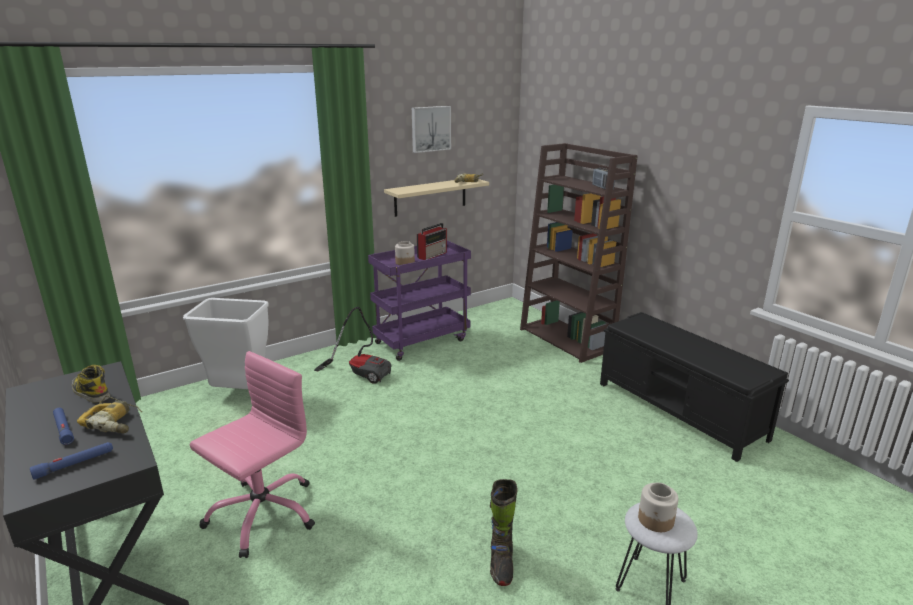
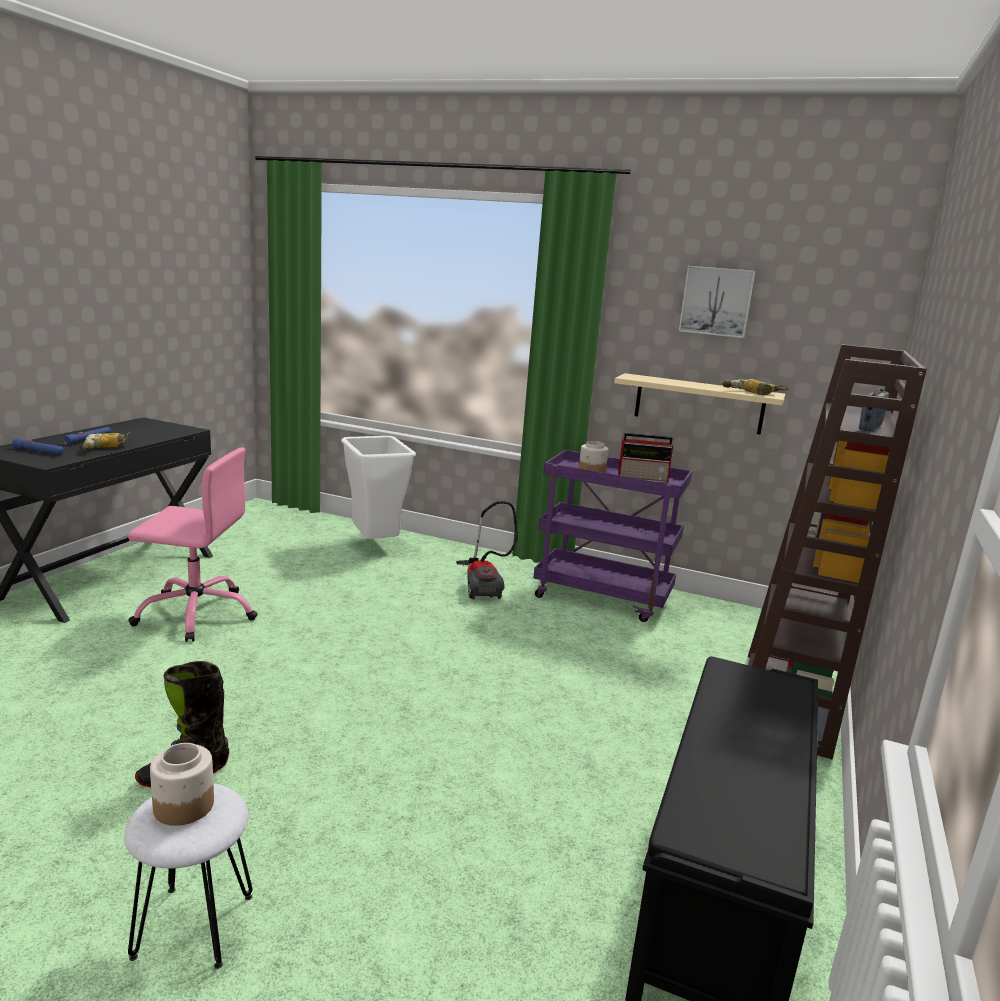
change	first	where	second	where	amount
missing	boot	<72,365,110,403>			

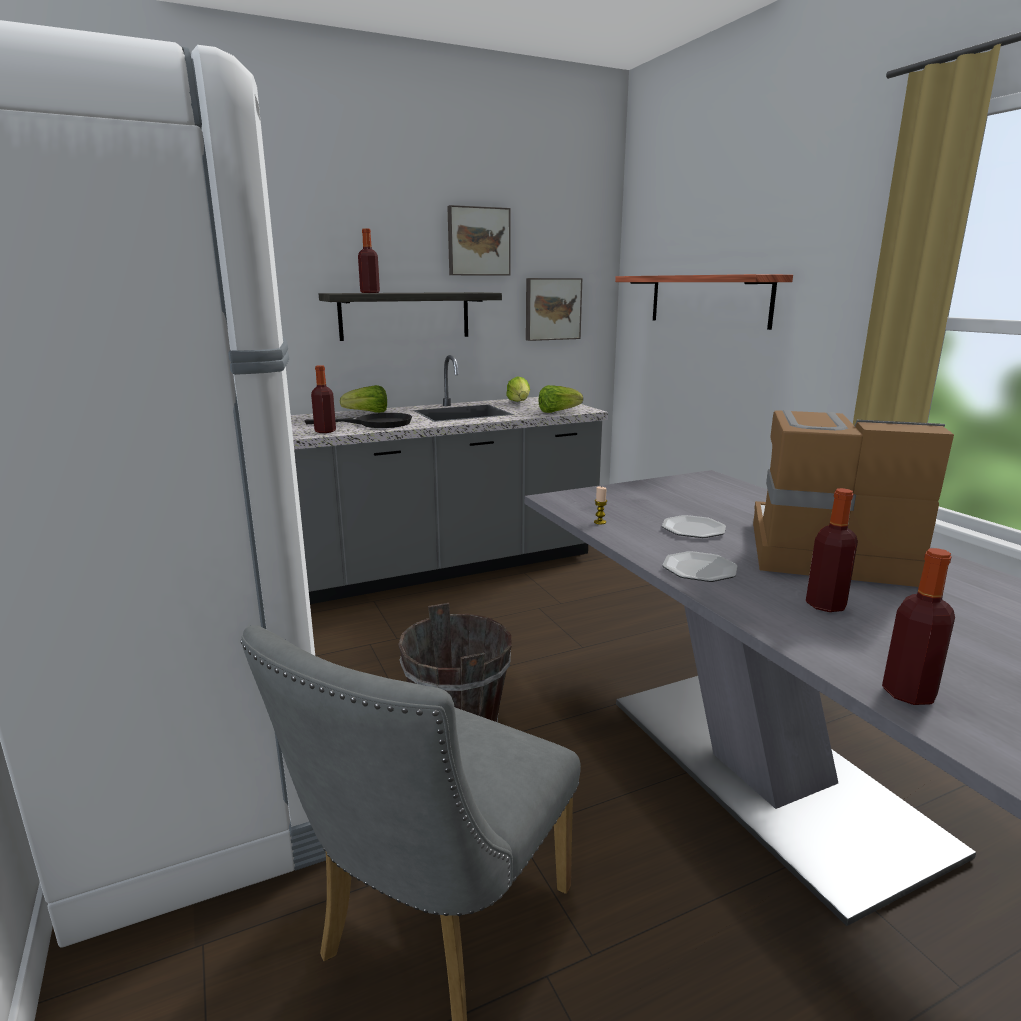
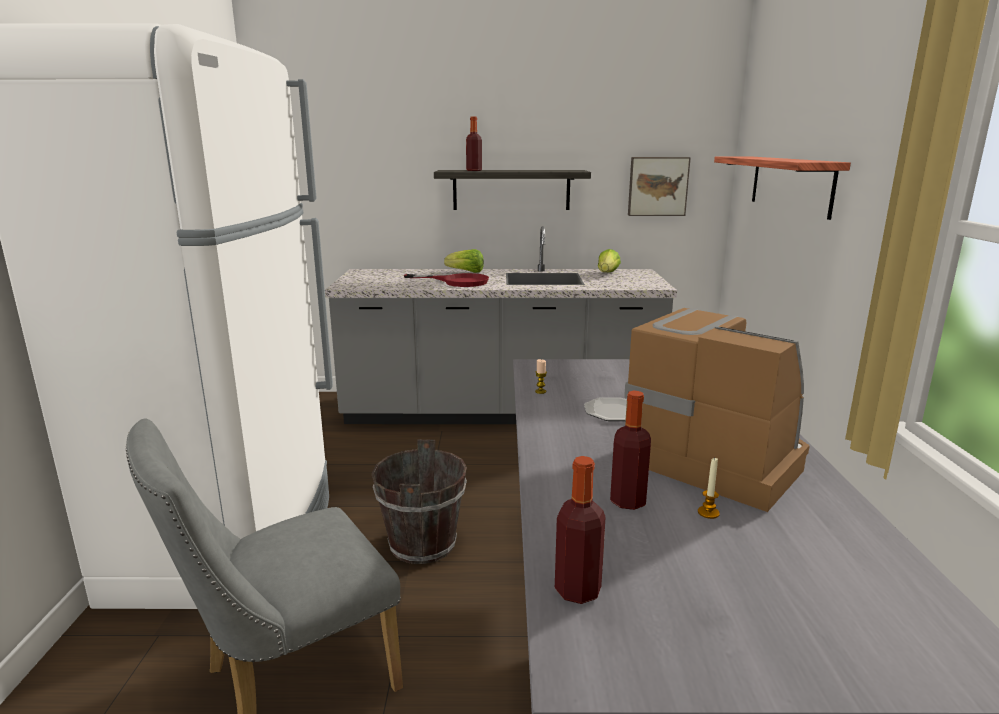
change	first	where	second	where	amount
missing	picture	<447,205,510,276>			
missing	bottle	<311,365,336,433>			
missing	lettuce	<539,385,583,413>			
colour	black frying pan	<304,413,412,428>	red frying pan	<404,273,489,287>	
missing	plate	<662,551,737,582>			
appeared			candle	<698,458,720,519>	

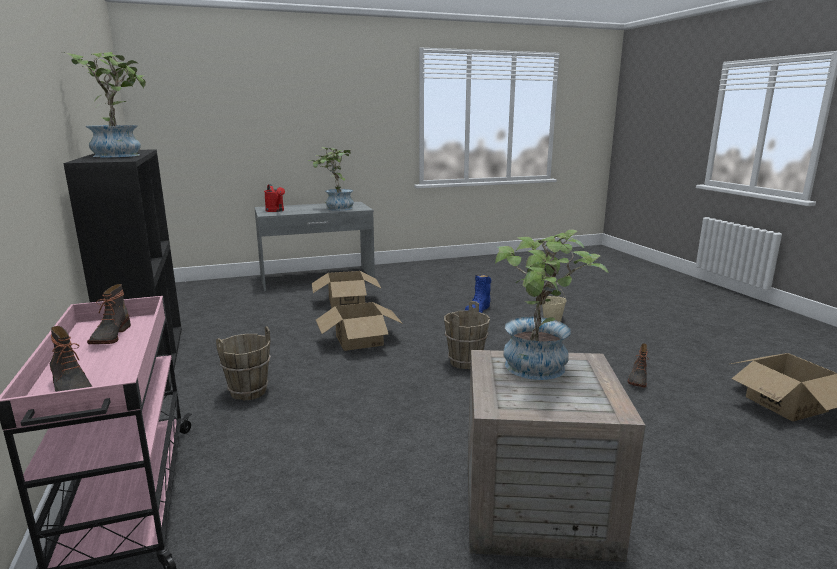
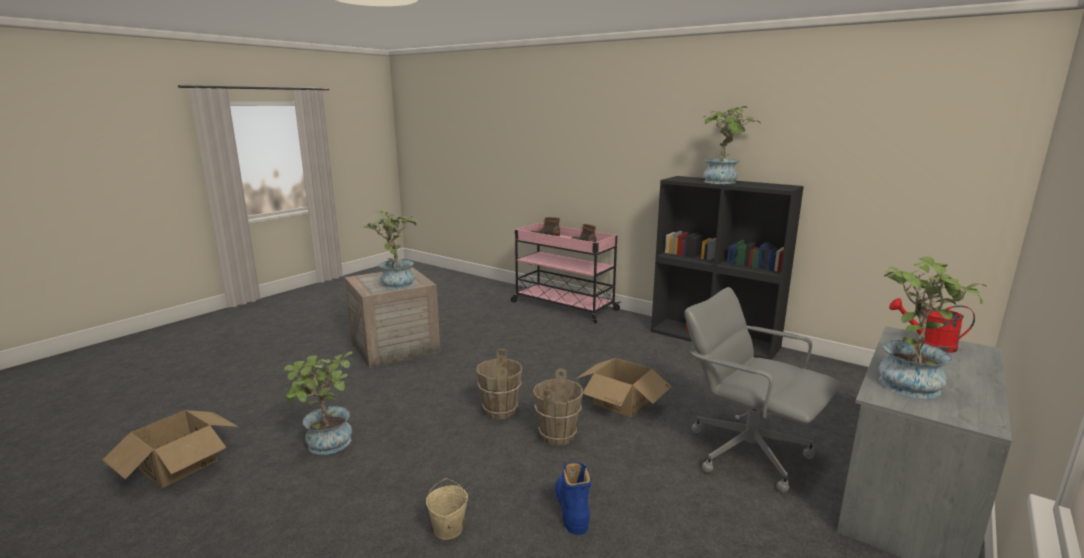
change	first	where	second	where	amount
exchanged	cardboard box	<312,271,382,308>	grey office chair	<684,287,841,493>	
relocated	brown bucket	<216,326,271,401>		<533,368,583,446>	
exchanged	boot	<628,343,649,388>	potted plant	<284,351,352,455>	

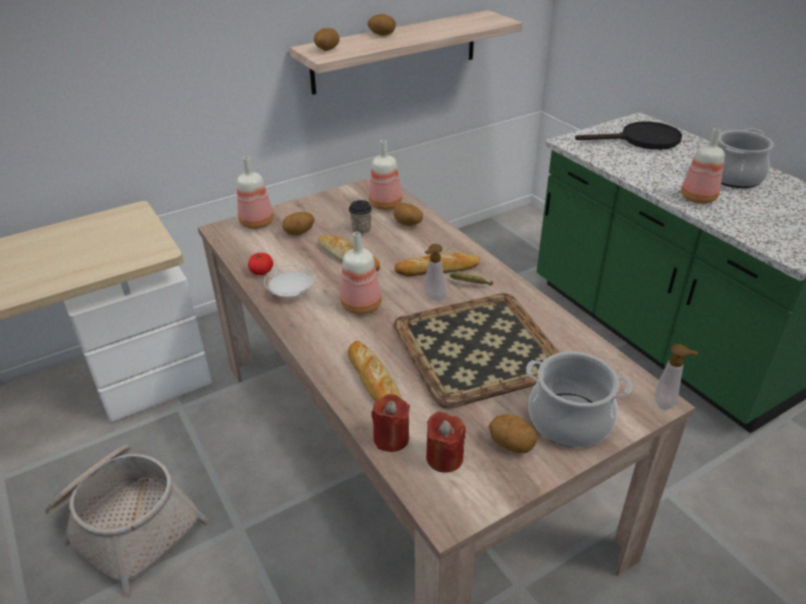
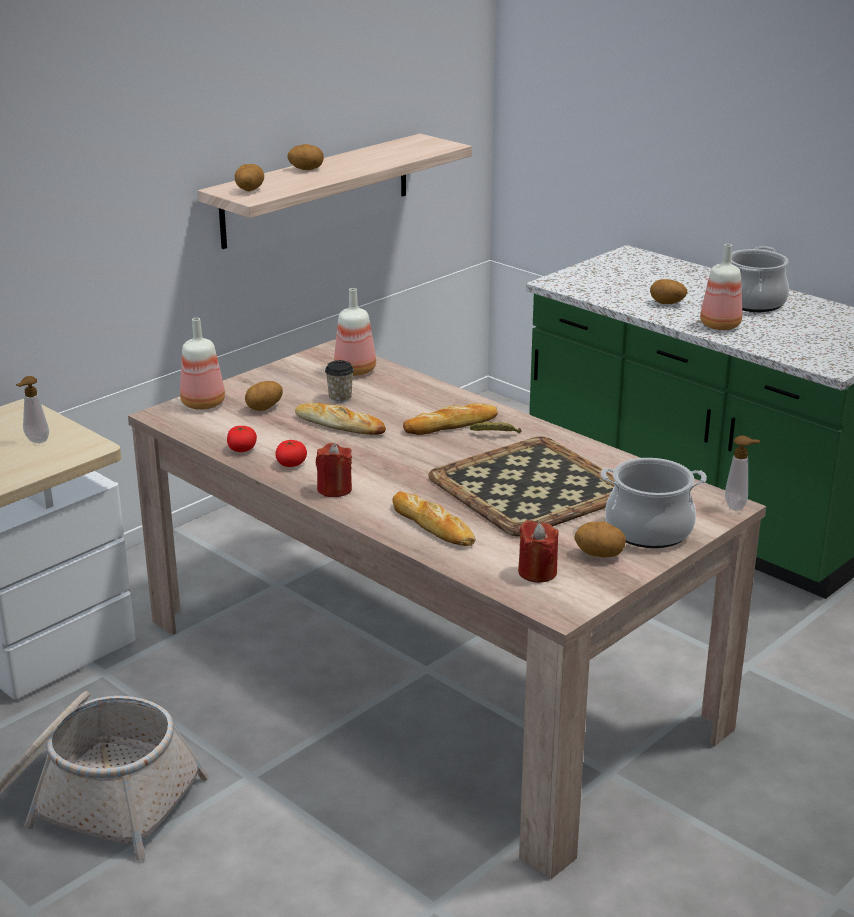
change	first	where	second	where	amount
missing	black frying pan	<575,121,682,150>			
relocated	potato	<394,203,423,226>		<650,279,687,304>	
missing	bottle	<340,232,382,314>			
relocated	soap dispenser	<424,244,446,301>		<16,376,49,443>	
exchanged	white plate	<264,265,315,297>	tomato	<275,440,307,467>	
relocated	red candle	<371,394,410,452>		<316,443,352,497>	

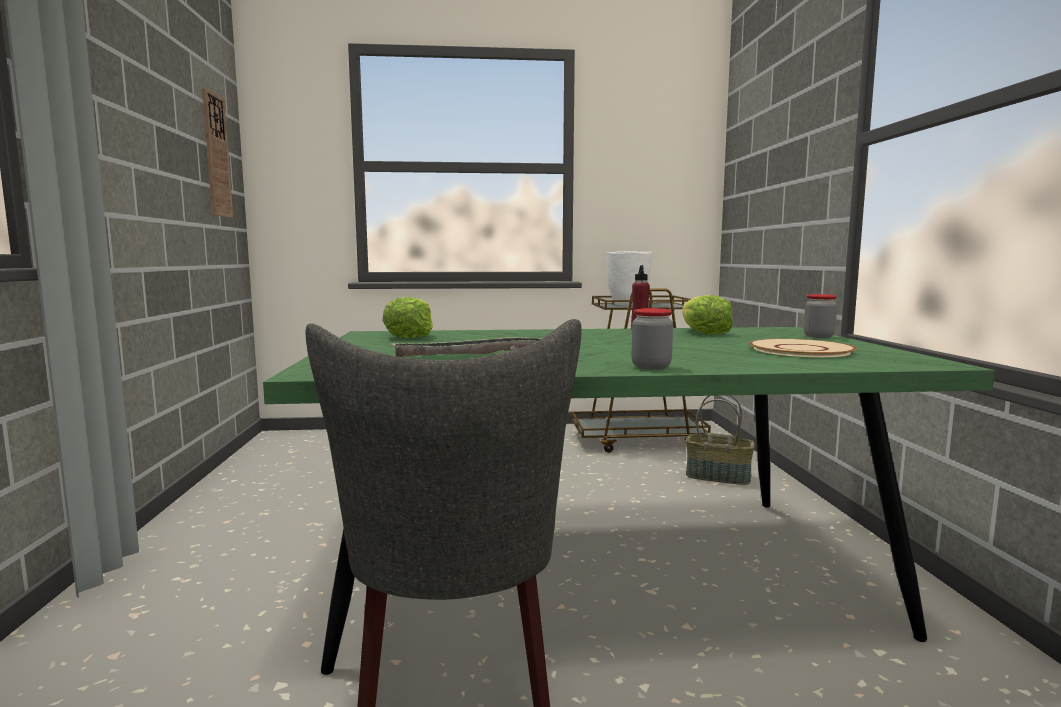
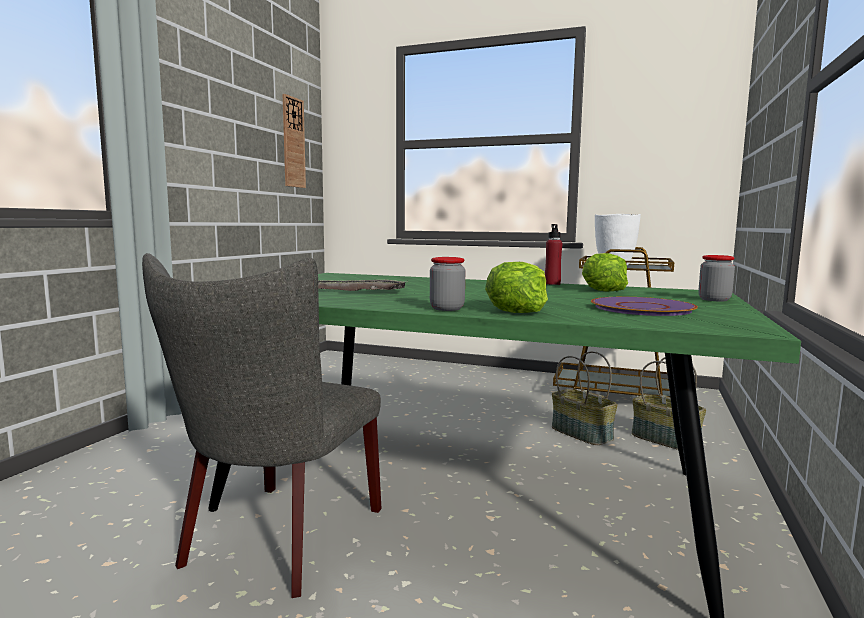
change	first	where	second	where	amount
relocated	lettuce	<382,297,433,338>		<485,262,548,313>	
colour	beige plate	<749,339,857,357>	purple plate	<591,297,698,316>	
appeared			basket	<552,351,618,445>	

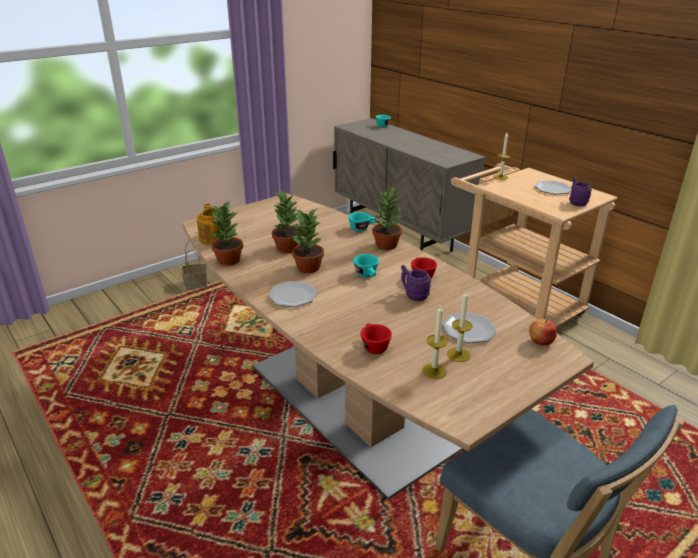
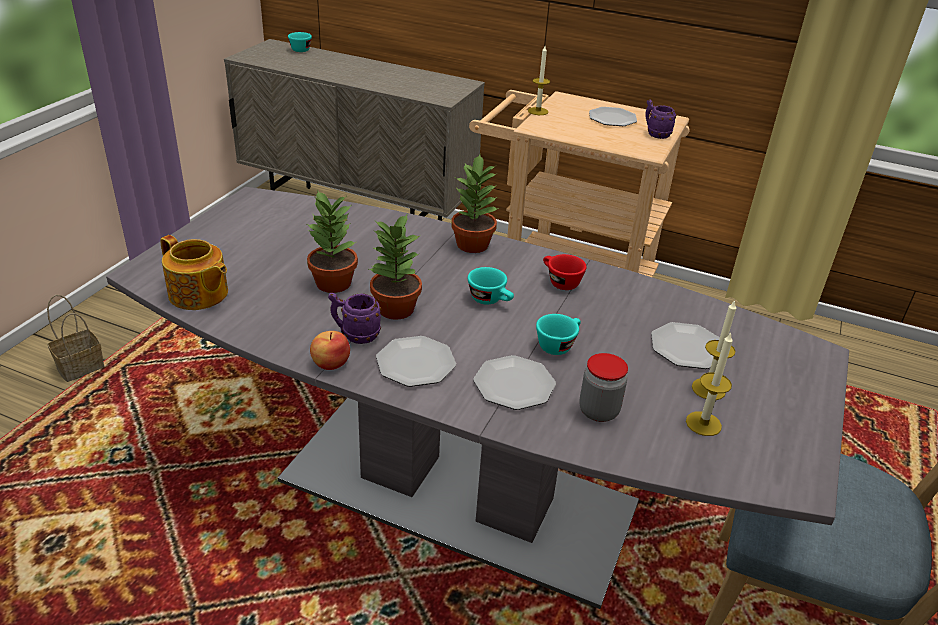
change	first	where	second	where	amount
colour	brown dining table	<182,193,594,500>	grey dining table	<106,187,849,609>	
missing	potted plant	<210,200,243,266>			
relocated	turquoise cup	<348,212,377,232>		<536,314,581,355>	
relocated	purple mug	<401,265,431,301>		<328,293,381,344>	
relocated	apple	<529,319,557,345>		<310,331,350,370>	
exchanged	red cup	<360,324,392,354>	jar	<579,353,628,422>	
appeared			plate	<473,355,556,410>	

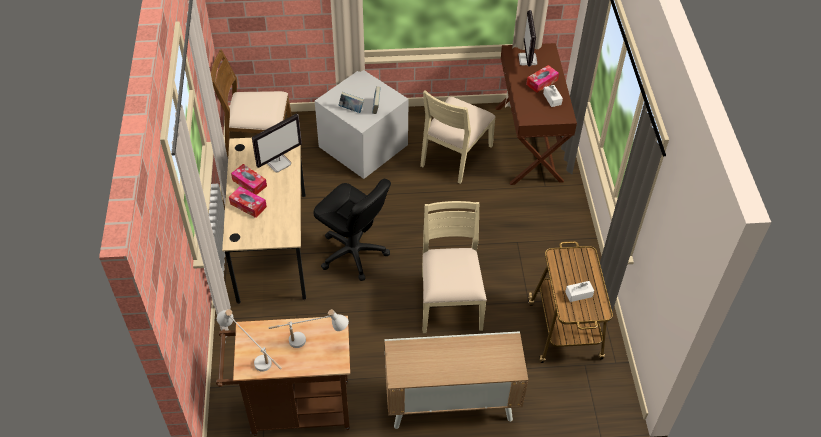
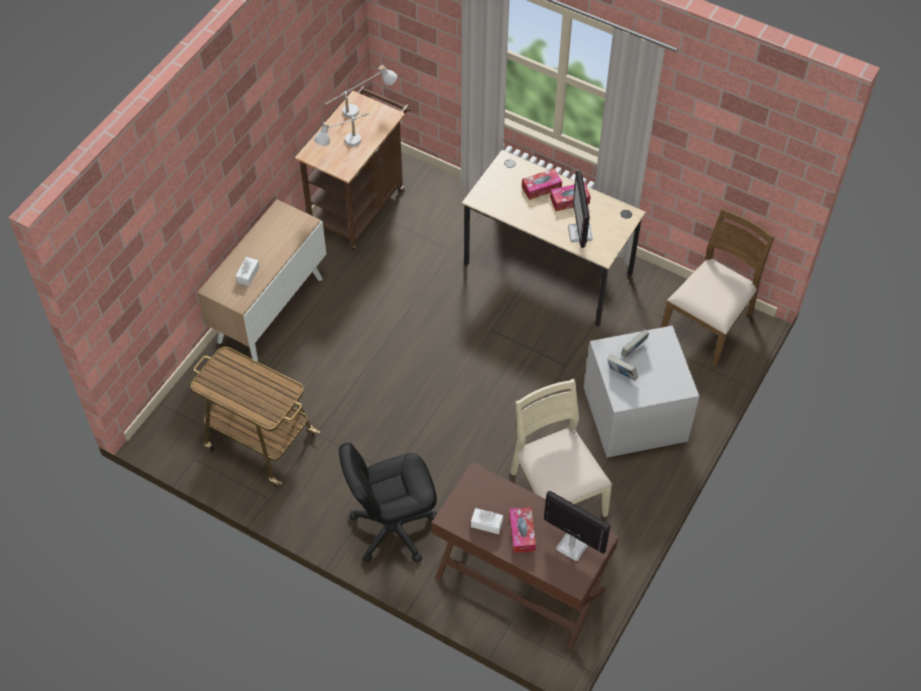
change	first	where	second	where	amount
relocated	black office chair	<313,178,391,281>		<339,443,437,563>	
missing	beige chair	<422,201,487,333>			
relocated	white tissue box	<565,281,594,302>		<236,257,260,286>	

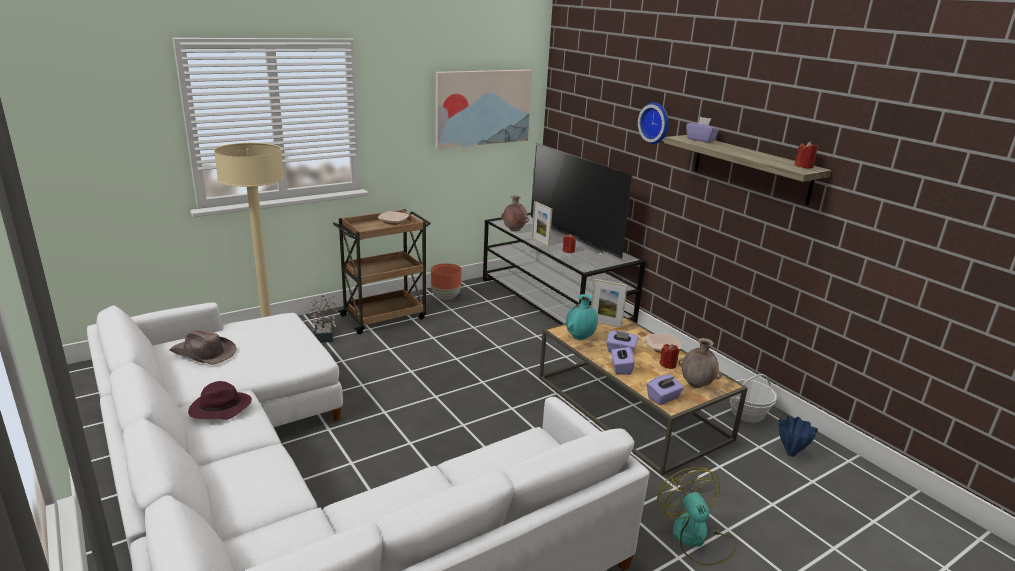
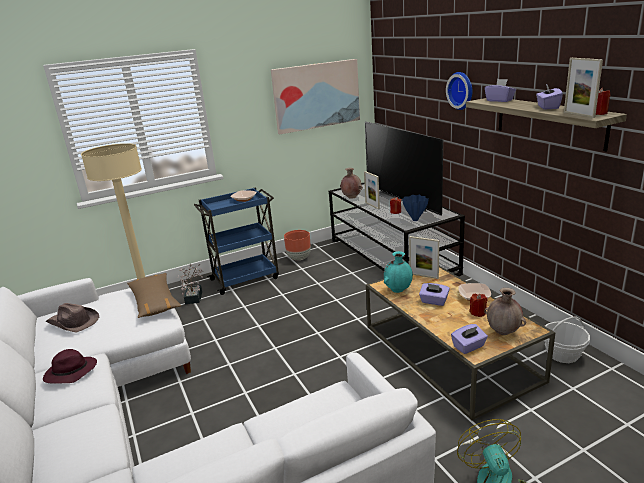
change	first	where	second	where	amount
colour	brown cart	<333,209,431,334>	blue cart	<194,188,279,295>	
relocated	purple tissue box	<611,345,635,375>		<536,84,563,110>	
relocated	blue vase	<778,416,818,457>		<402,195,429,221>	
appeared			picture frame	<564,58,603,118>	
appeared			brown pillow	<127,273,181,318>	

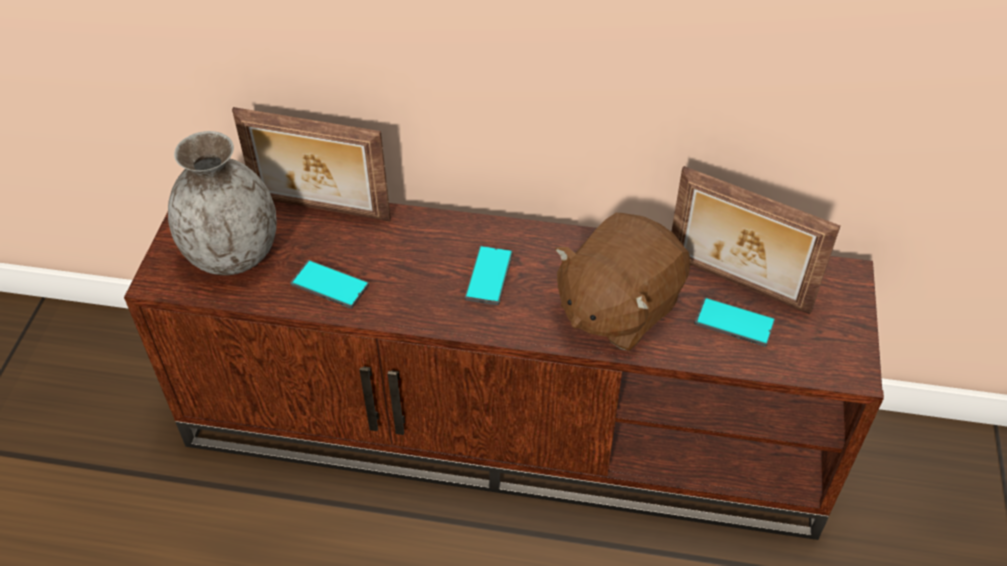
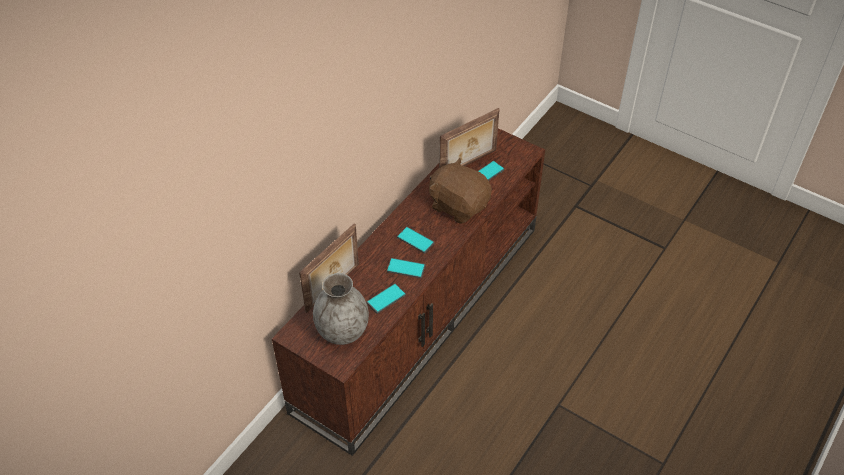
change	first	where	second	where	amount
spun	brown plush toy	<555,213,691,351>		<429,158,492,224>	150 degrees clockwise
appeared			phone	<387,258,426,278>	

